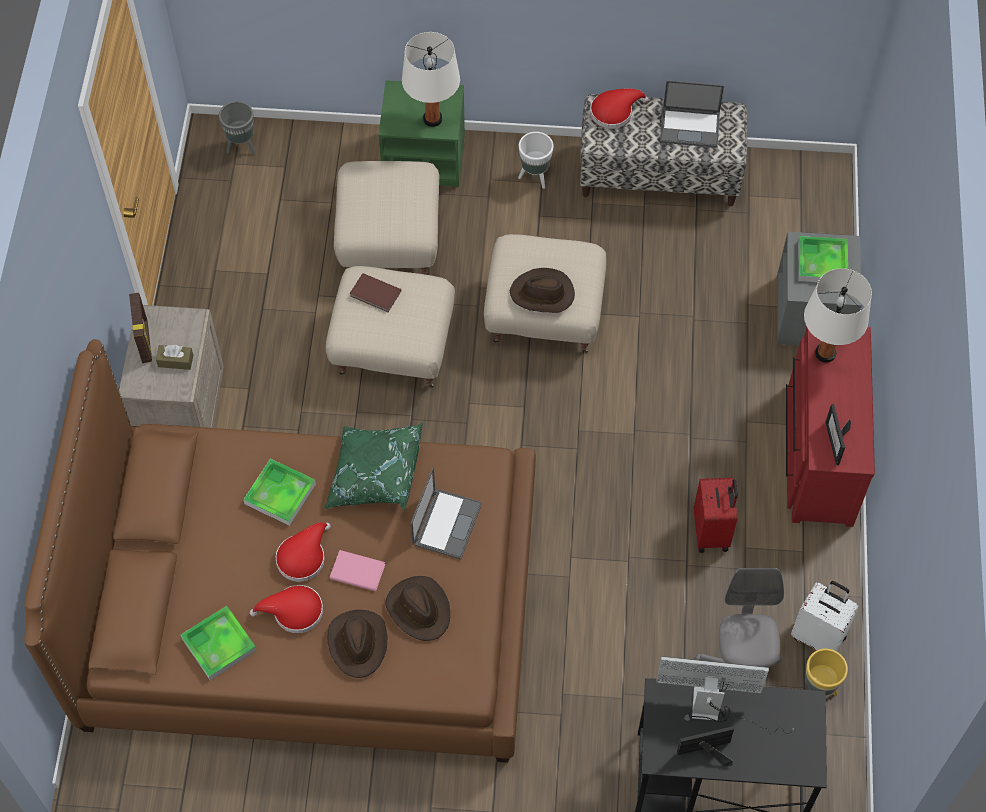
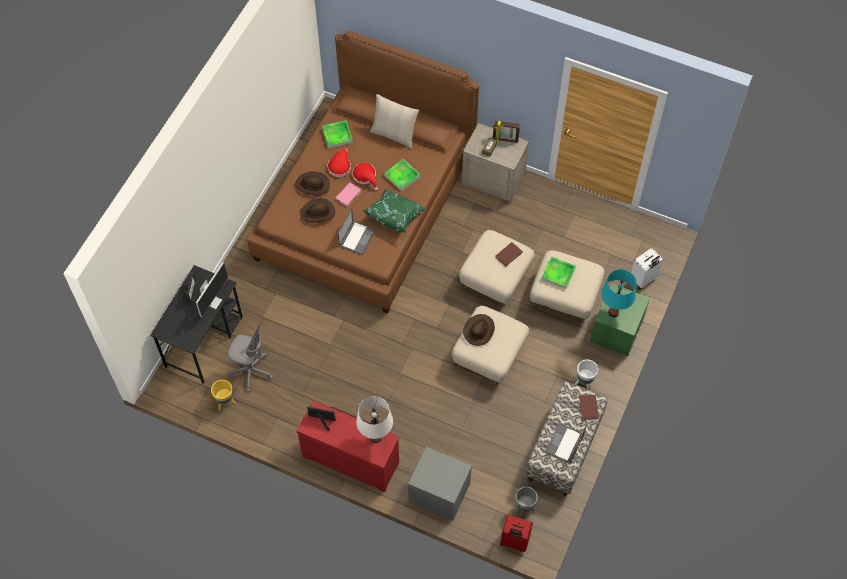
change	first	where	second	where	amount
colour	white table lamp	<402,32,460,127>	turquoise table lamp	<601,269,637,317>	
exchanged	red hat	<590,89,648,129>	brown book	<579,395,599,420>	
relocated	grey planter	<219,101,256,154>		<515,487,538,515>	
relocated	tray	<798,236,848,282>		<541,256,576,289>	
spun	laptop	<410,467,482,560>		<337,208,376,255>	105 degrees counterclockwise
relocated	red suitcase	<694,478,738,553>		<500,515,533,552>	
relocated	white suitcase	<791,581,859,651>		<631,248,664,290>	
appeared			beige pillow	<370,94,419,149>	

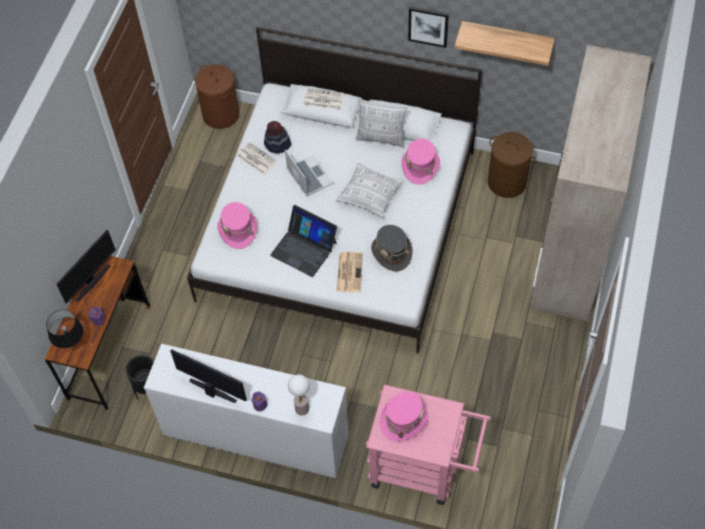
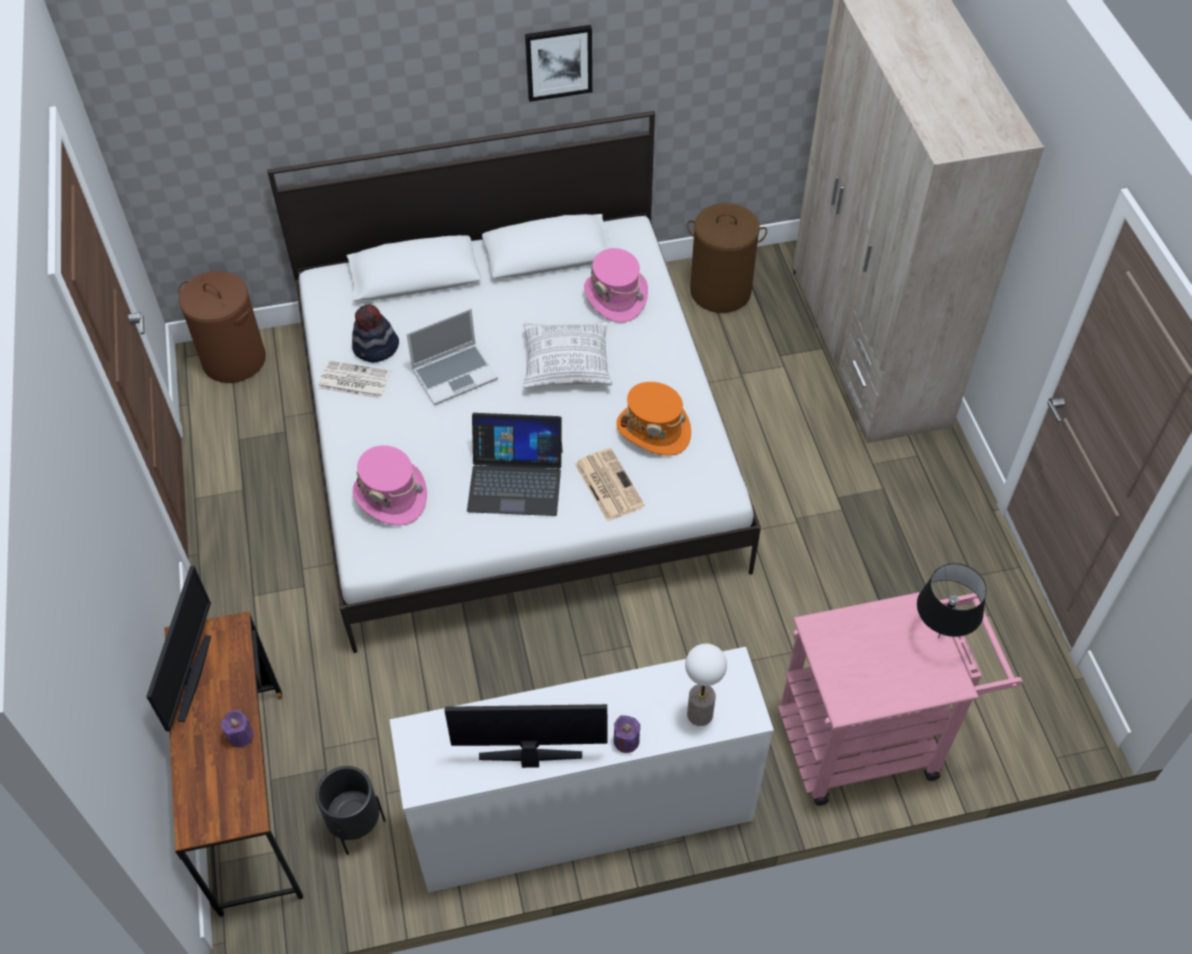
change	first	where	second	where	amount
missing	shelf	<455,21,555,66>			
missing	newspaper	<303,88,344,109>			
missing	pillow	<355,98,407,148>			
spun	laptop	<285,149,333,197>		<406,308,498,405>	120 degrees clockwise
colour	grey hat	<371,225,412,271>	orange hat	<616,382,691,456>	
relocated	black table lamp	<46,310,83,348>		<917,563,987,638>	
missing	pink hat	<380,392,428,442>			

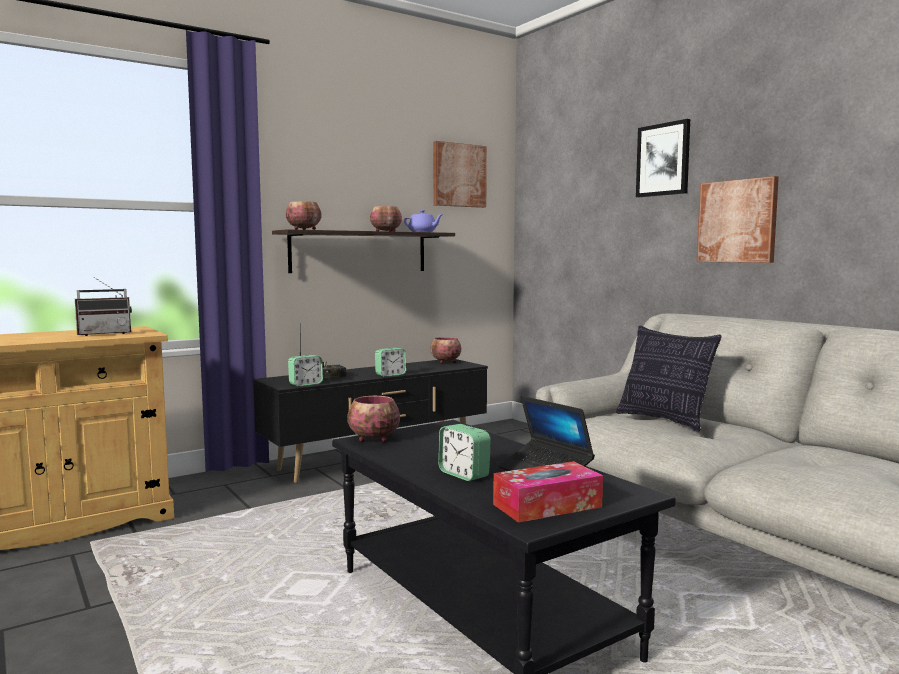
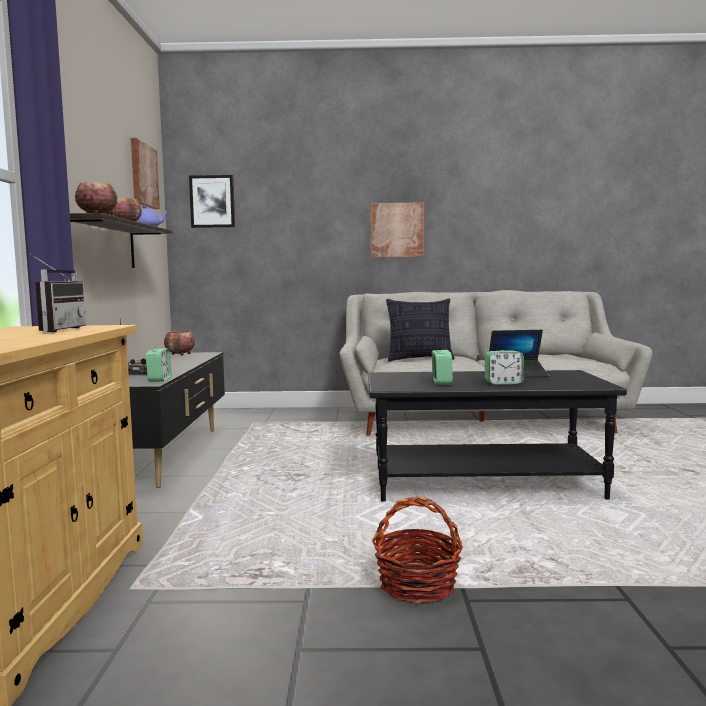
change	first	where	second	where	amount
relocated	picture	<636,119,691,197>		<189,175,235,228>	
relocated	alarm clock	<375,348,406,377>		<432,350,453,385>	
missing	bowl	<347,396,400,442>			
missing	tissue box	<493,461,603,523>			
appeared			basket	<372,496,463,604>	

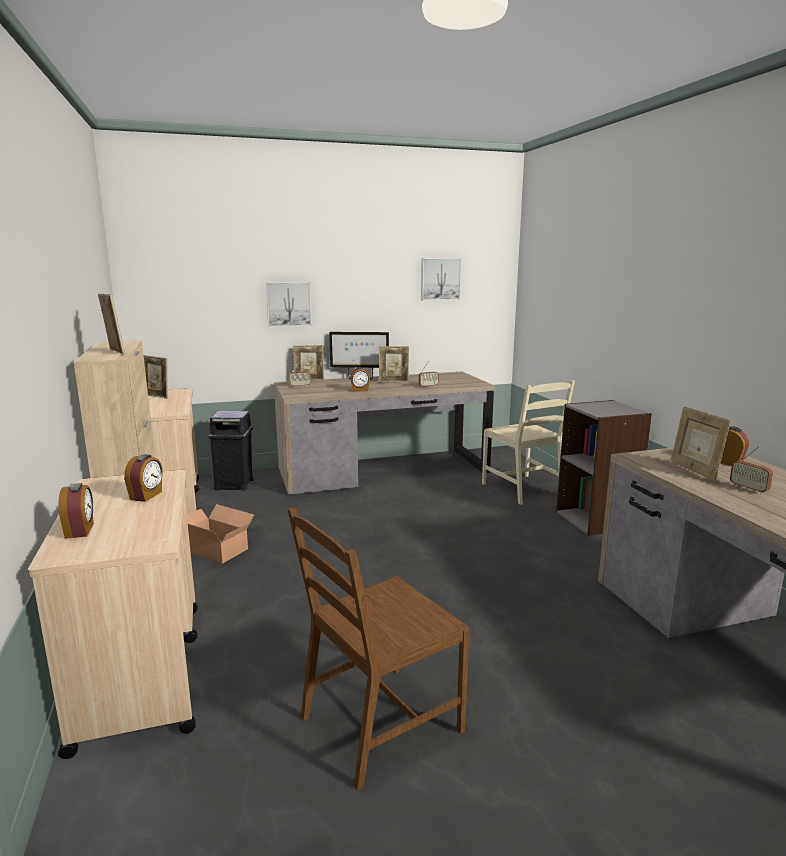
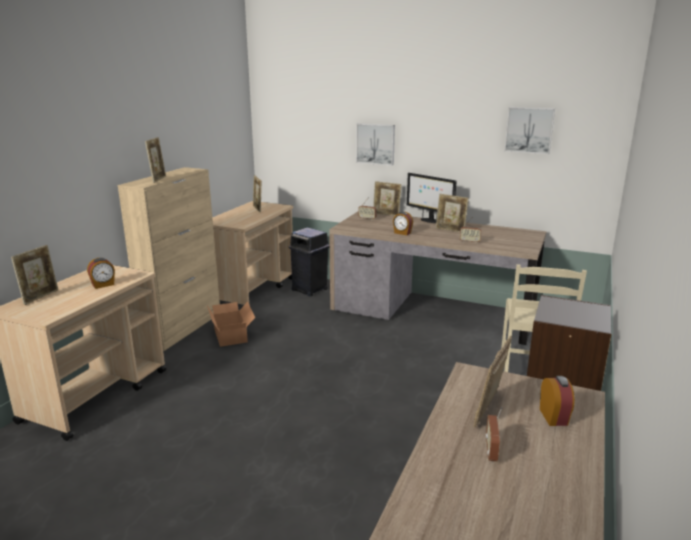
change	first	where	second	where	amount
exchanged	alarm clock	<58,483,94,539>	picture frame	<11,245,58,305>	
missing	brown chair	<287,507,470,791>			

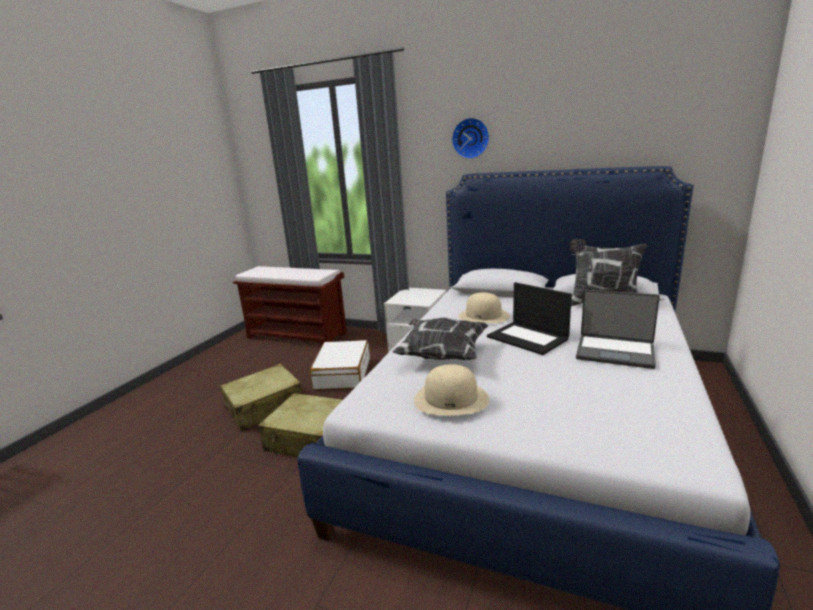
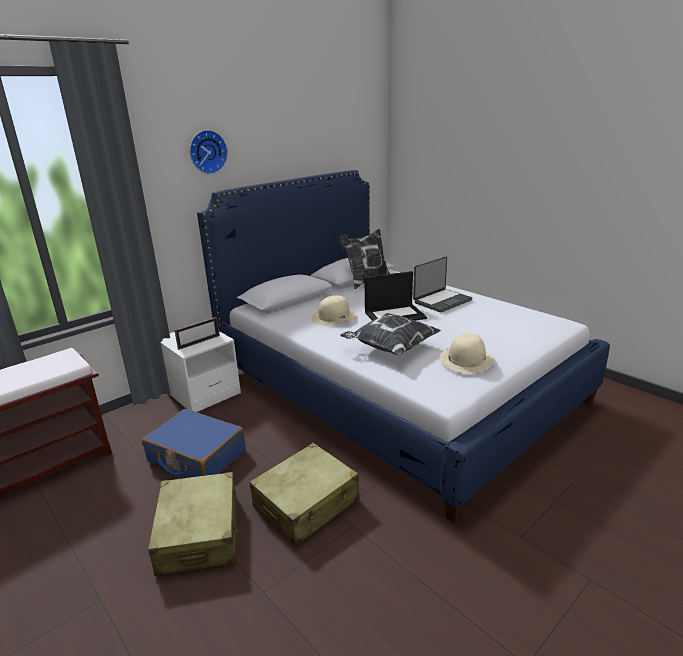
change	first	where	second	where	amount
colour	white suitcase	<310,340,370,390>	blue suitcase	<142,409,246,478>	
appeared			picture frame	<174,317,220,350>	

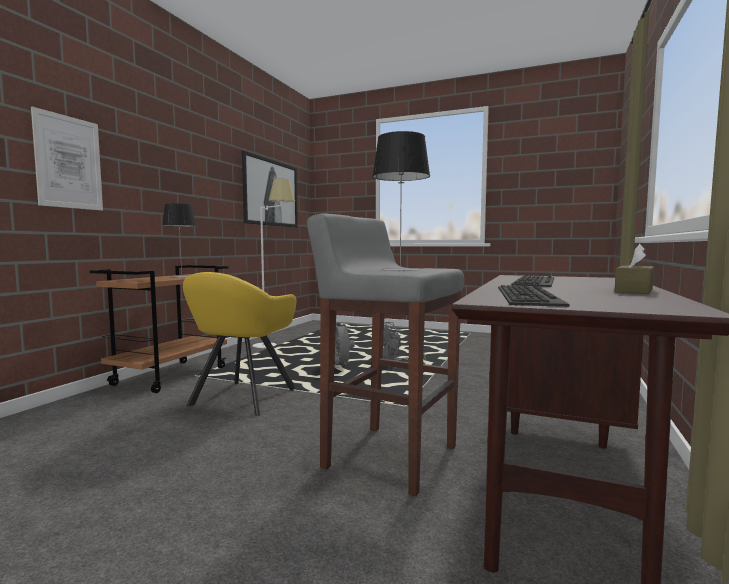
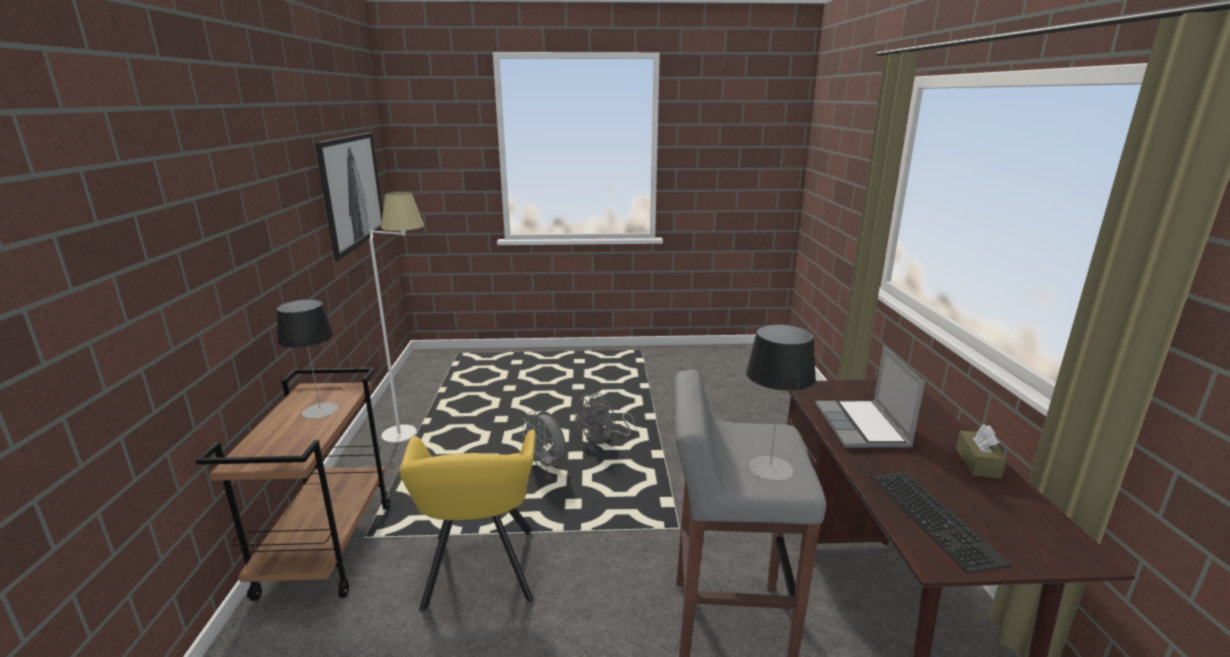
change	first	where	second	where	amount
missing	picture	<31,107,103,210>			
exchanged	keyboard	<511,275,554,287>	laptop	<815,346,925,448>	

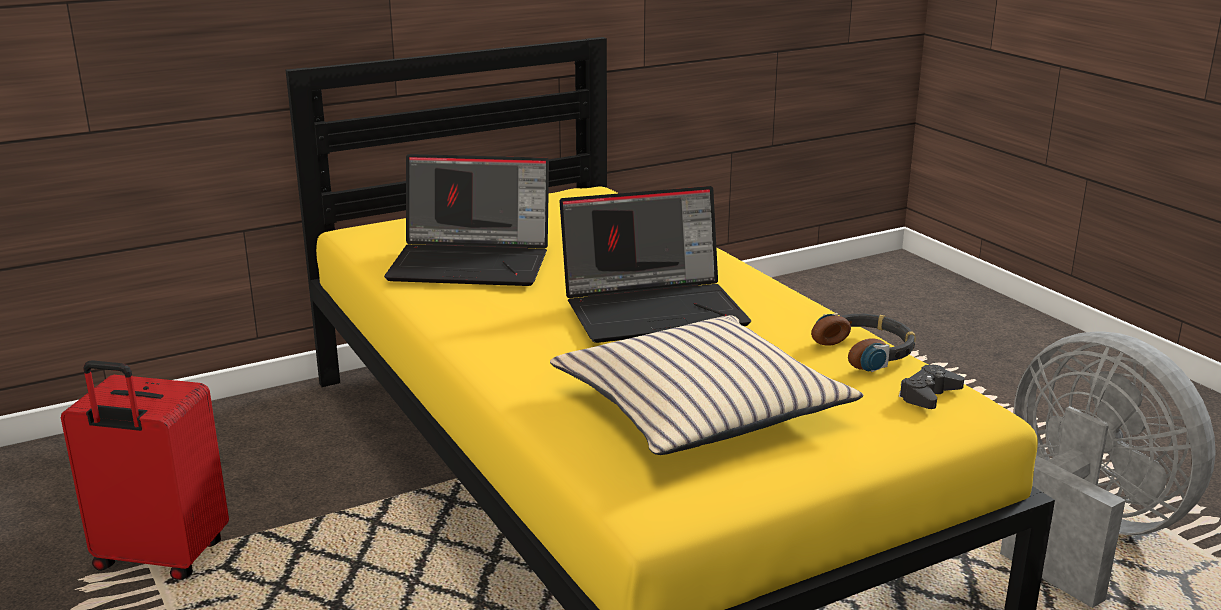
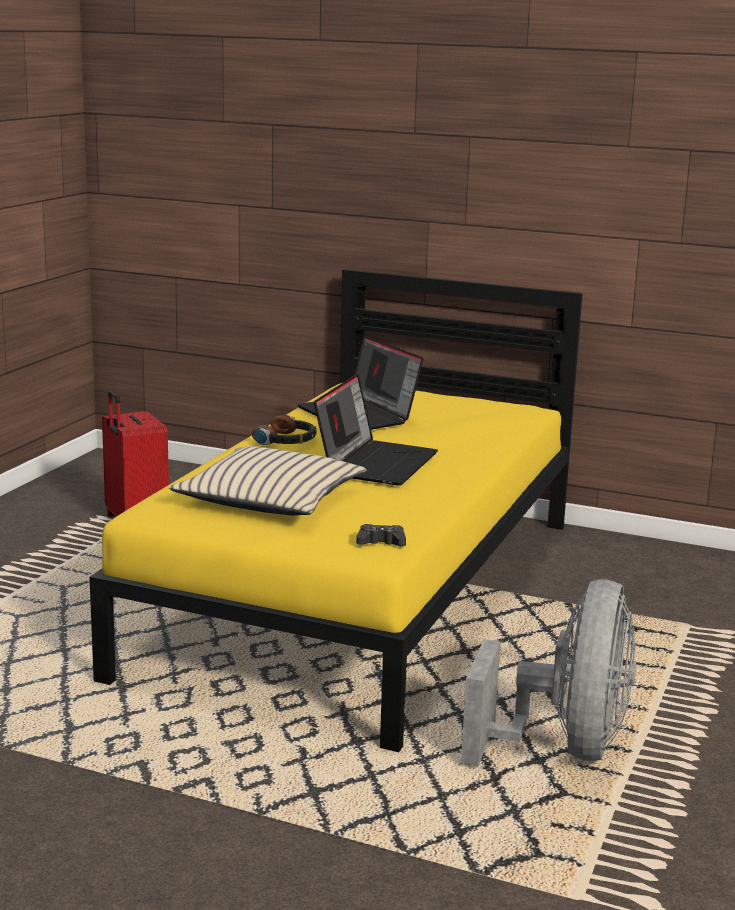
change	first	where	second	where	amount
spun	laptop	<560,186,751,343>		<314,374,438,486>	105 degrees counterclockwise
relocated	headphones	<811,313,916,372>		<252,414,316,445>	

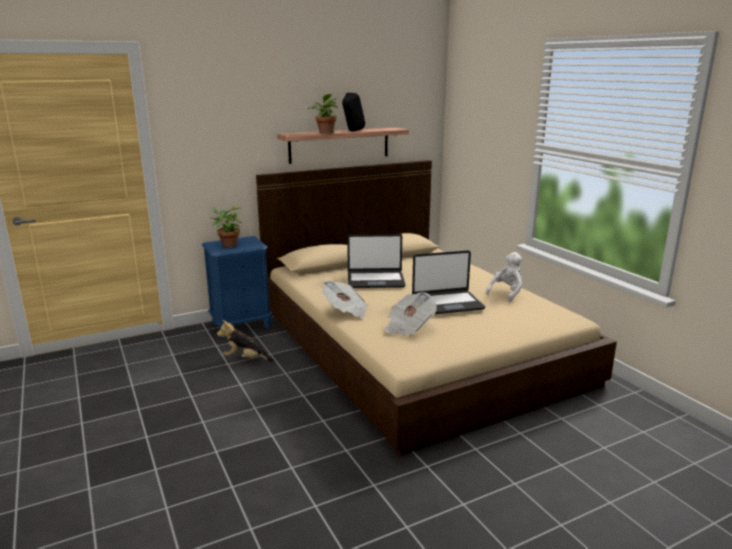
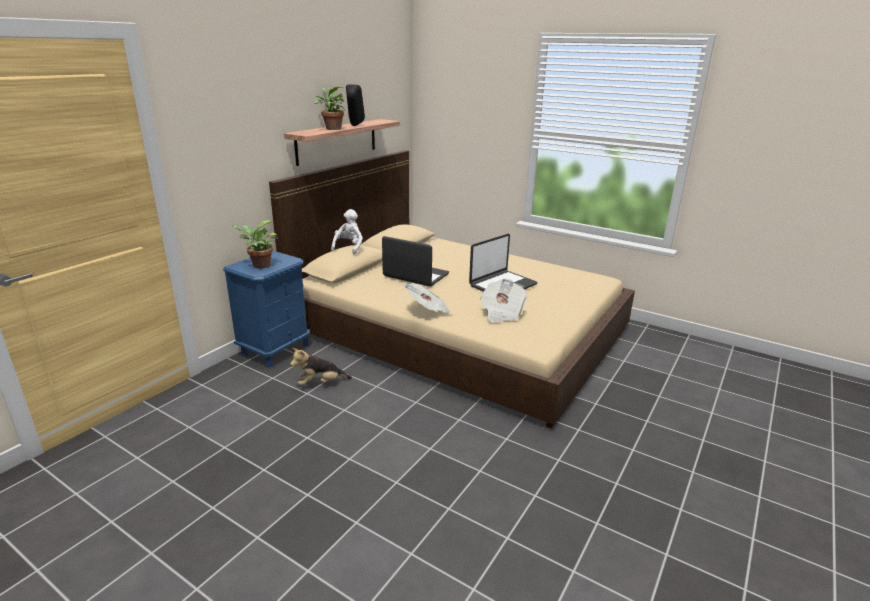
change	first	where	second	where	amount
spun	laptop	<347,234,406,288>		<382,236,449,286>	120 degrees counterclockwise
relocated	white plush toy	<486,252,522,302>		<331,209,363,255>	

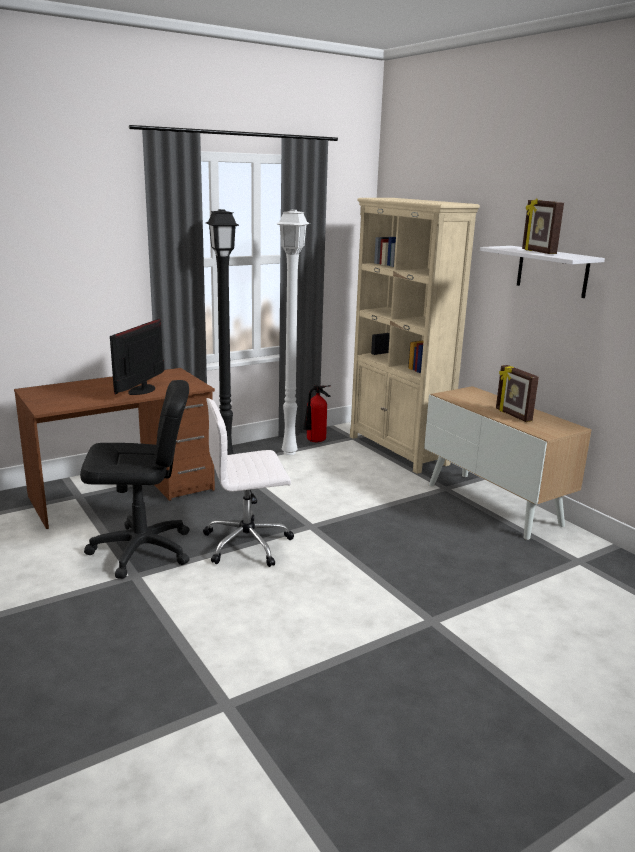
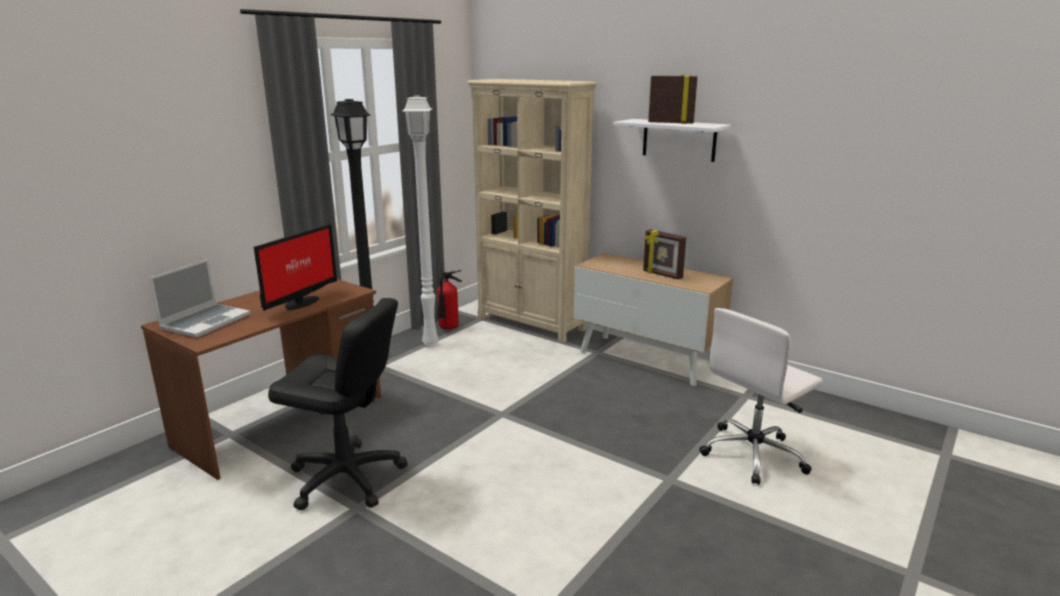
change	first	where	second	where	amount
spun	picture frame	<522,199,564,254>		<648,74,698,124>	150 degrees clockwise
spun	monitor	<110,319,164,395>		<254,224,337,311>	150 degrees counterclockwise
spun	black office chair	<80,380,189,579>		<268,298,408,510>	45 degrees clockwise
relocated	white office chair	<203,398,294,567>		<699,308,823,485>	
appeared			laptop	<149,259,250,337>	

